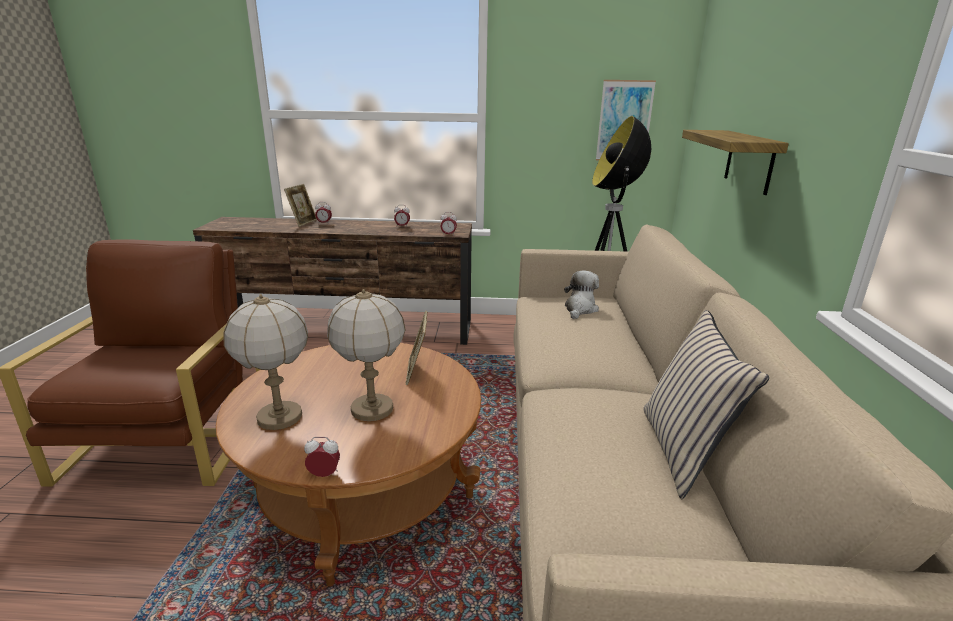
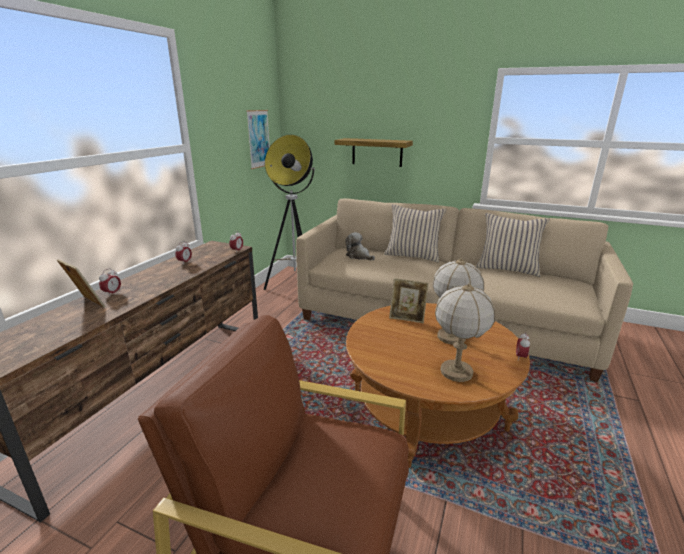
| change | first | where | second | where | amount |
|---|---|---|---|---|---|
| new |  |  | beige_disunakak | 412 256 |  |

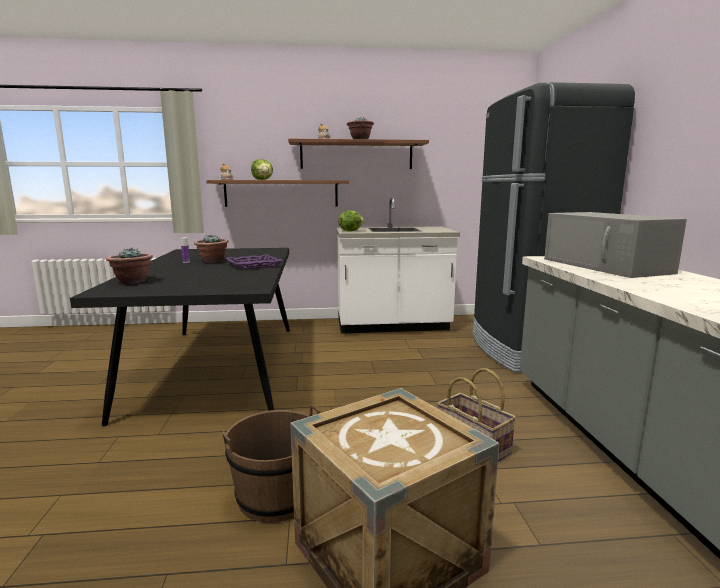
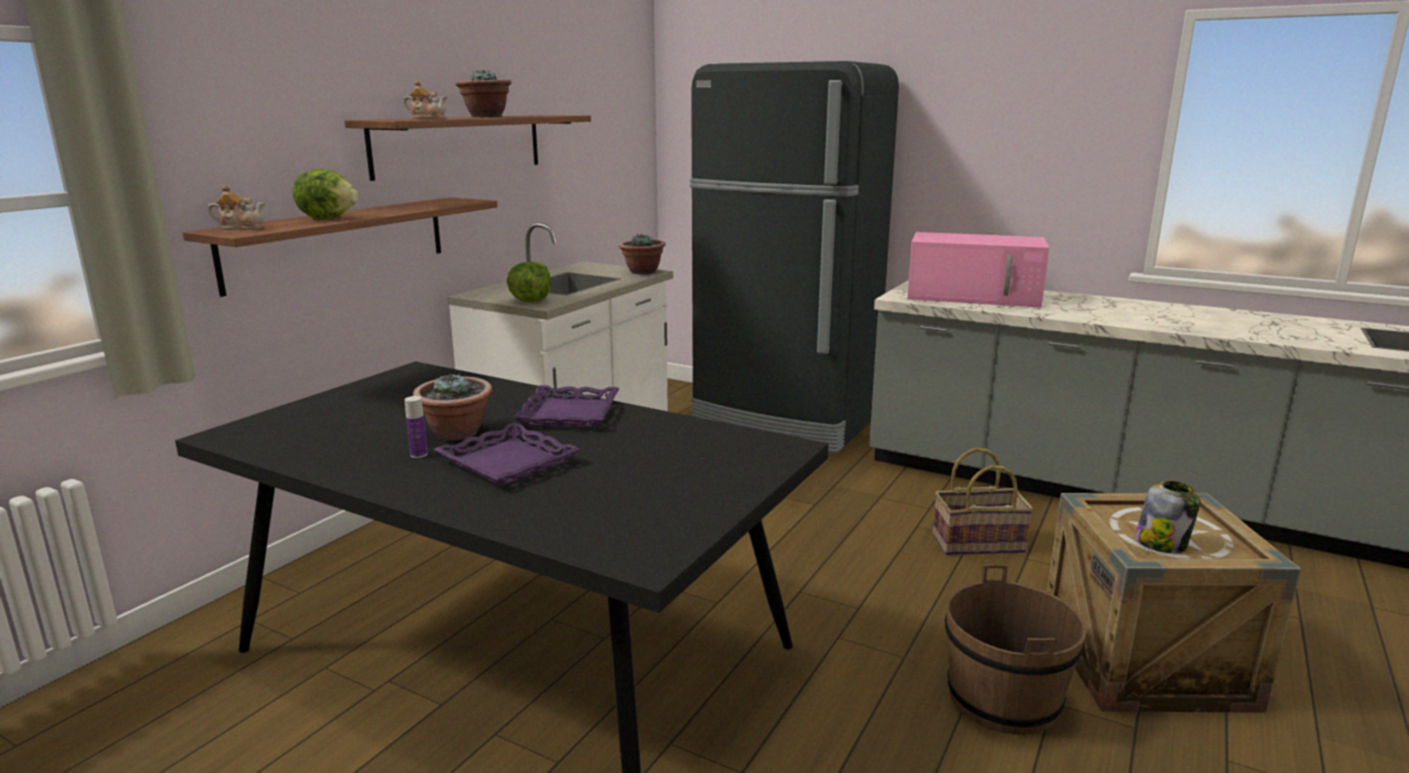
| change | first | where | second | where | amount |
|---|---|---|---|---|---|
| shifted | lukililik | 132 281 |  | 642 272 |  |
| repainted | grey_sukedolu | 606 266 | pink_sukedolu | 975 296 |  |
| new |  |  | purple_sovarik | 507 462 |  |
| new |  |  | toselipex | 1161 543 |  |

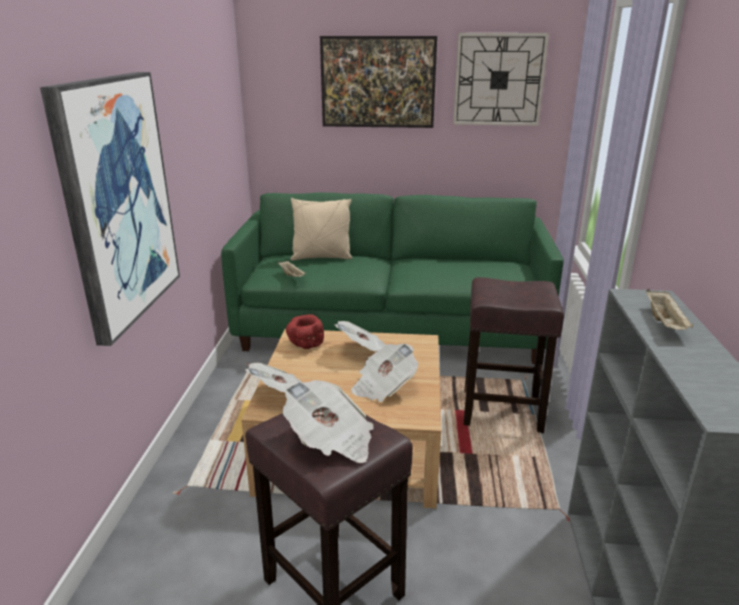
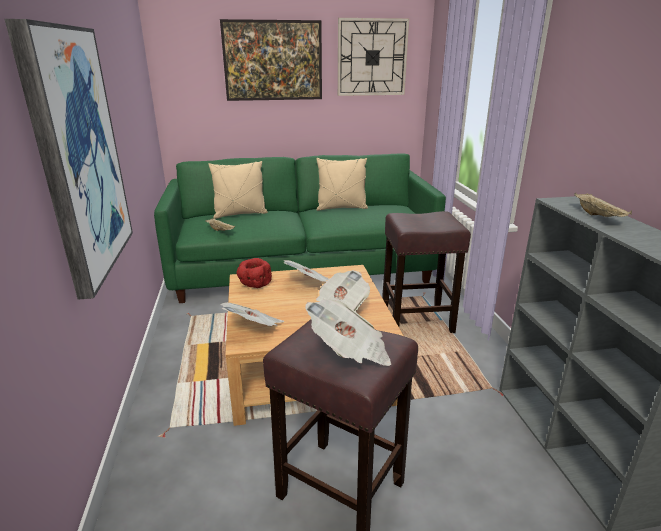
| change | first | where | second | where | amount |
|---|---|---|---|---|---|
| new |  |  | beige_disunakak | 341 208 |  |

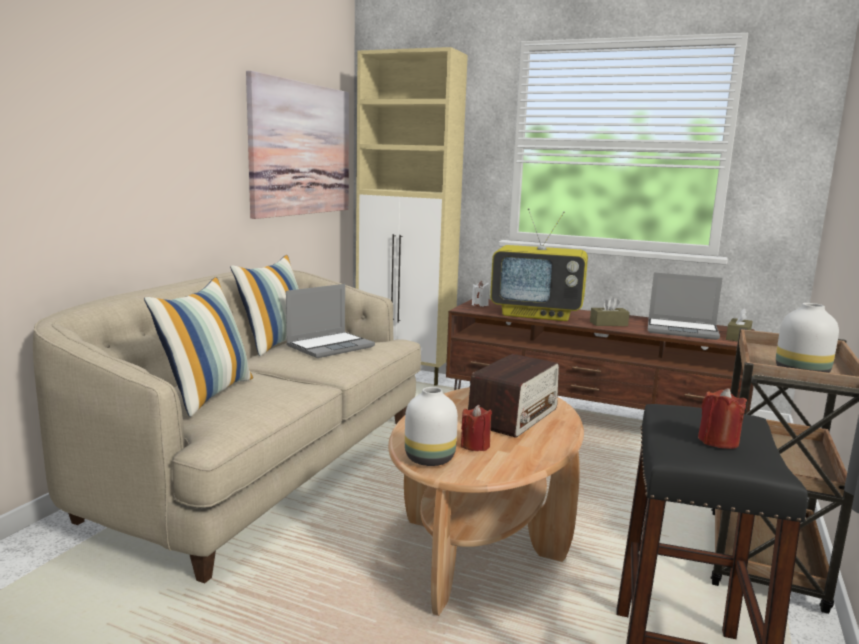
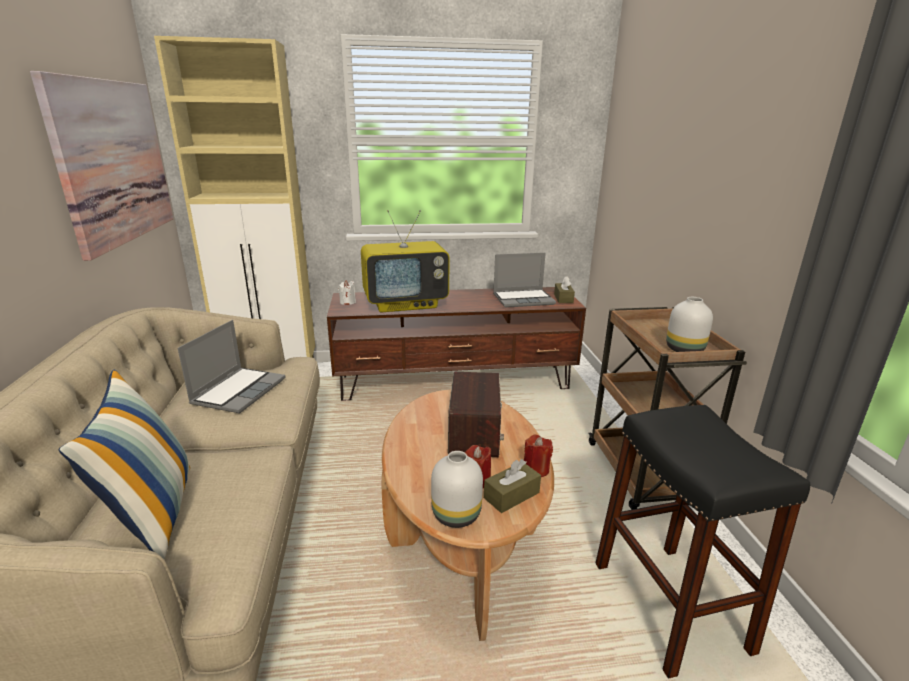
| change | first | where | second | where | amount |
|---|---|---|---|---|---|
| gone | disunakak | 275 343 |  |  |  |
| shifted | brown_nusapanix | 608 324 |  | 511 495 |  |
| shifted | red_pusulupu | 718 441 |  | 536 469 |  |

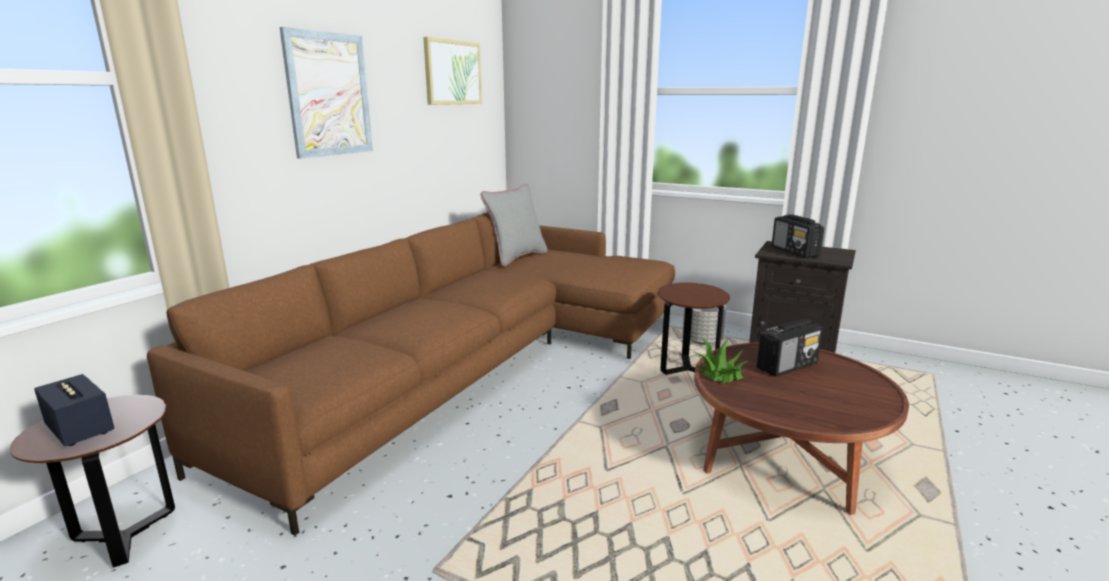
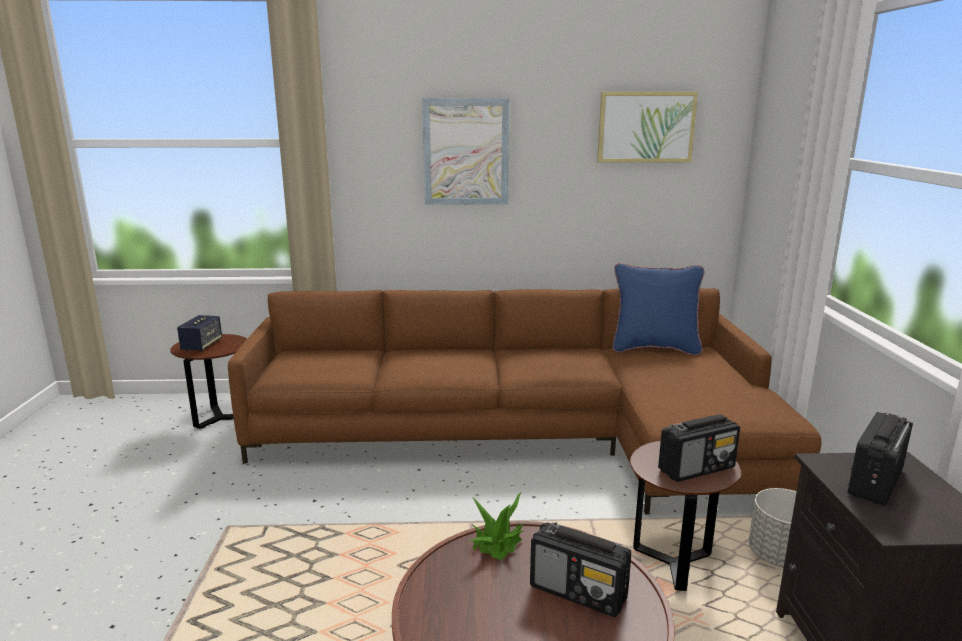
| change | first | where | second | where | amount |
|---|---|---|---|---|---|
| repainted | grey_disunakak | 516 257 | blue_disunakak | 654 348 |  |
| new |  |  | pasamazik | 697 469 |  |

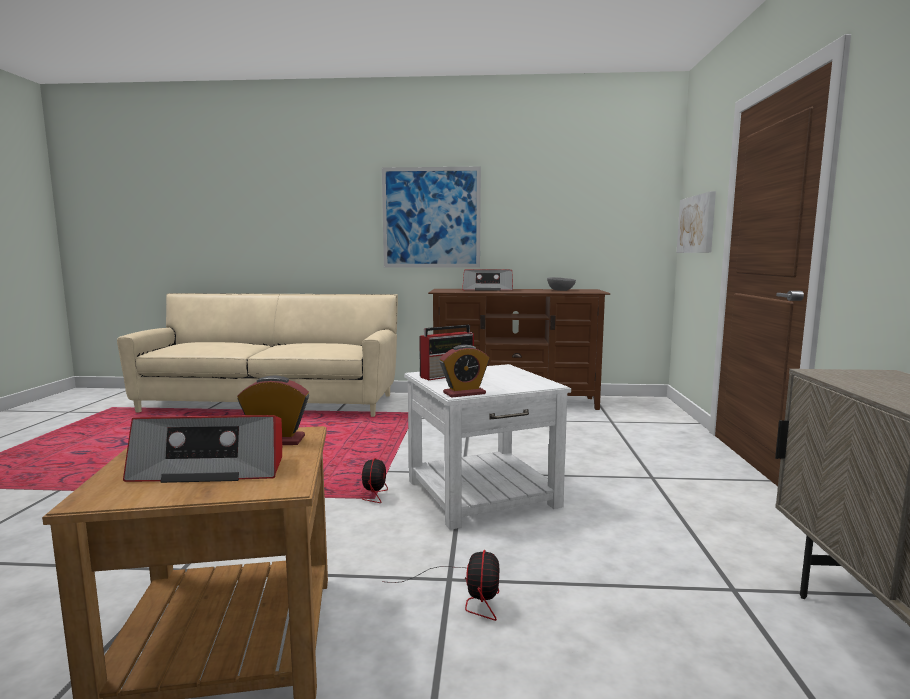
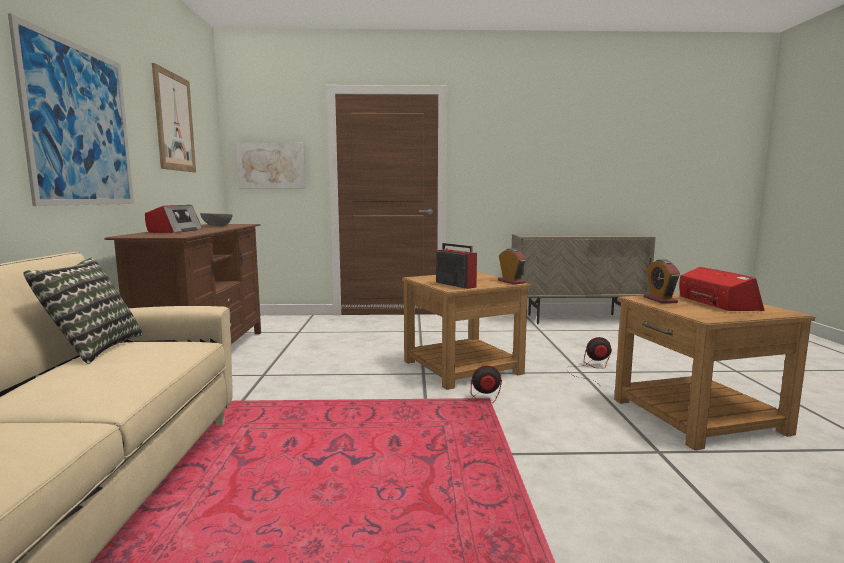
| change | first | where | second | where | amount |
|---|---|---|---|---|---|
| repainted | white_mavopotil | 482 493 | brown_mavopotil | 462 367 |  |
| new |  |  | disunakak | 93 349 |  |
| new |  |  | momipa | 174 122 |  |

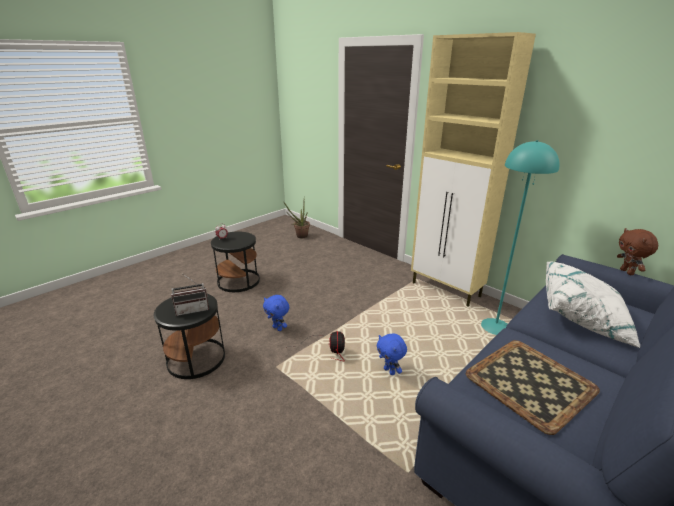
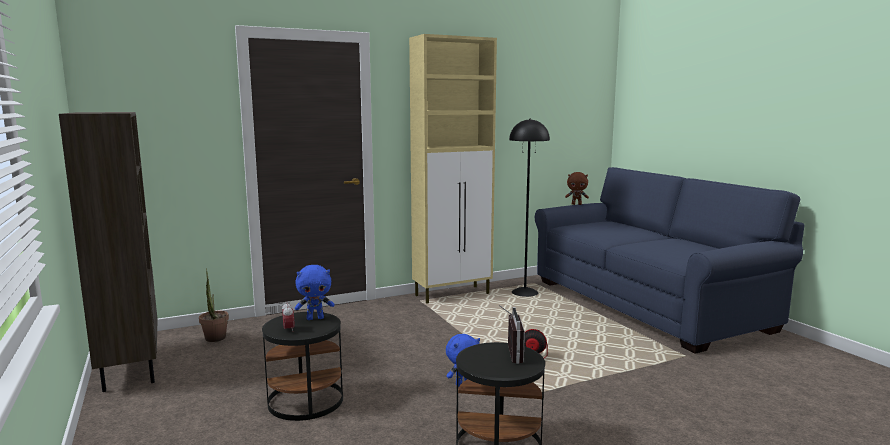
| change | first | where | second | where | amount |
|---|---|---|---|---|---|
| shifted | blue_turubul | 390 371 |  | 315 318 |  |
| gone | sovarik | 530 383 |  |  |  |
| repainted | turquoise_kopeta | 495 327 | black_kopeta | 525 292 |  |
| gone | white_disunakak | 583 318 |  |  |  |
| new |  |  | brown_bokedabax | 129 368 |  |

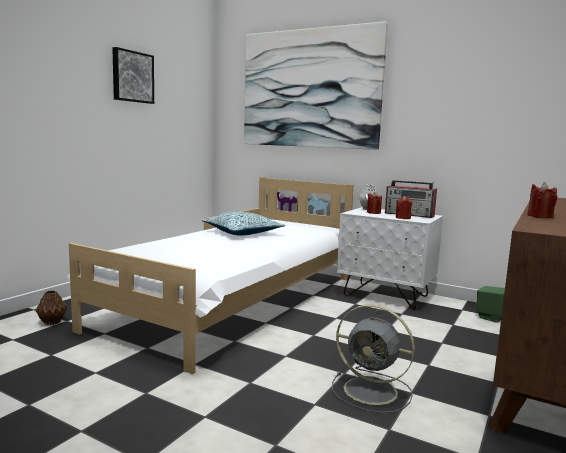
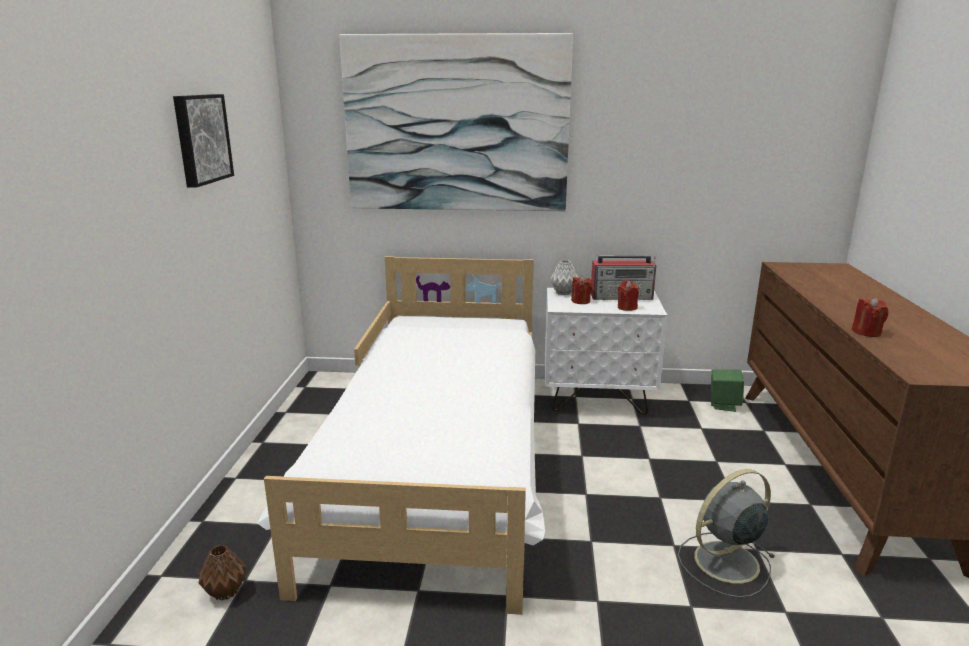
| change | first | where | second | where | amount |
|---|---|---|---|---|---|
| gone | disunakak | 242 233 |  |  |  |
| rotated | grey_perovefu | 373 391 |  | 724 562 | 150 degrees clockwise |

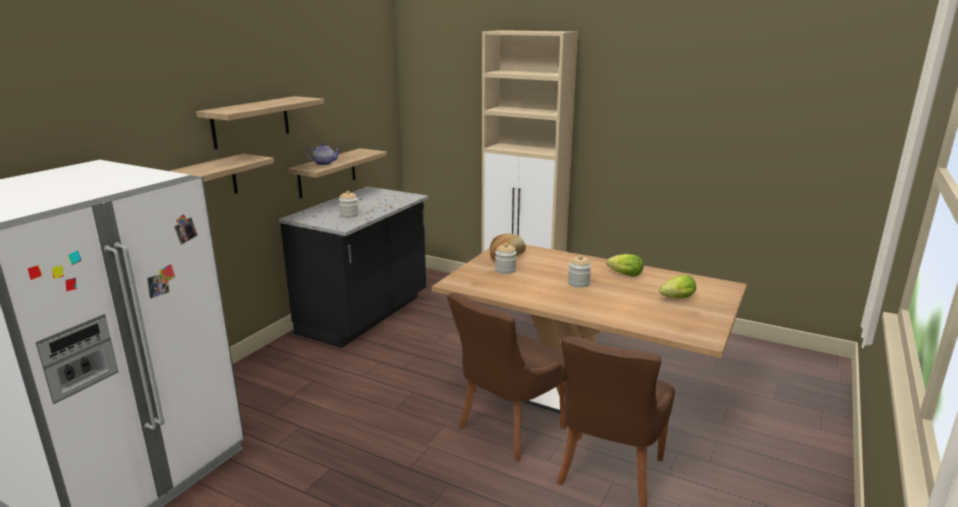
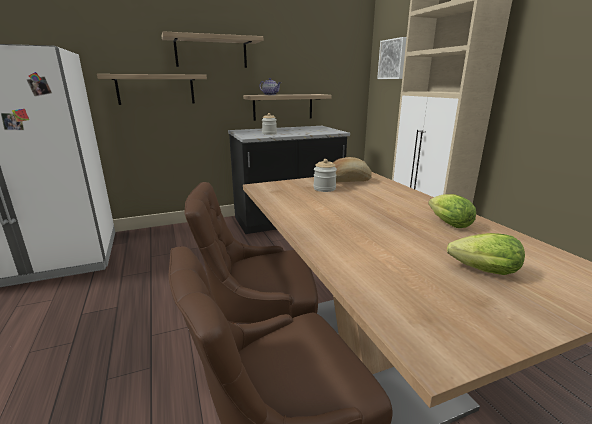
| change | first | where | second | where | amount |
|---|---|---|---|---|---|
| gone | toselipex | 578 283 |  |  |  |
| new |  |  | momipa | 393 59 |  |

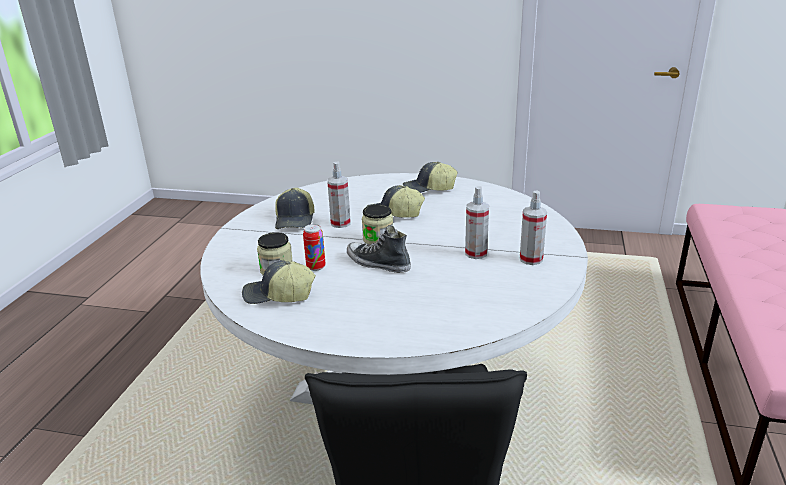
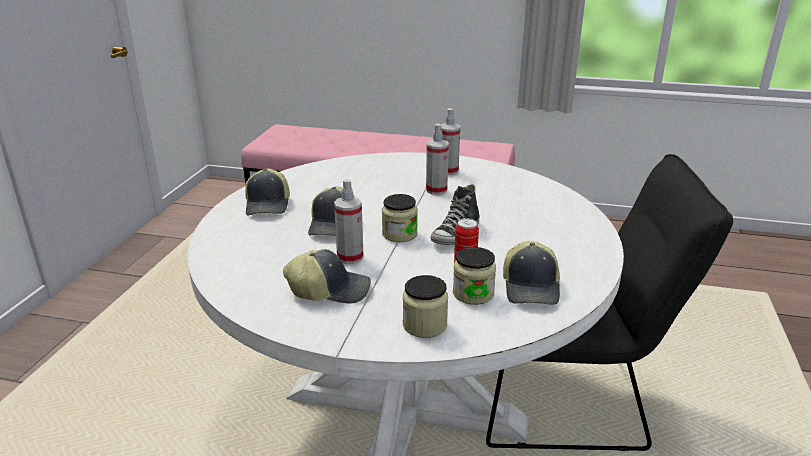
| change | first | where | second | where | amount |
|---|---|---|---|---|---|
| new |  |  | toselipex | 424 325 |  |

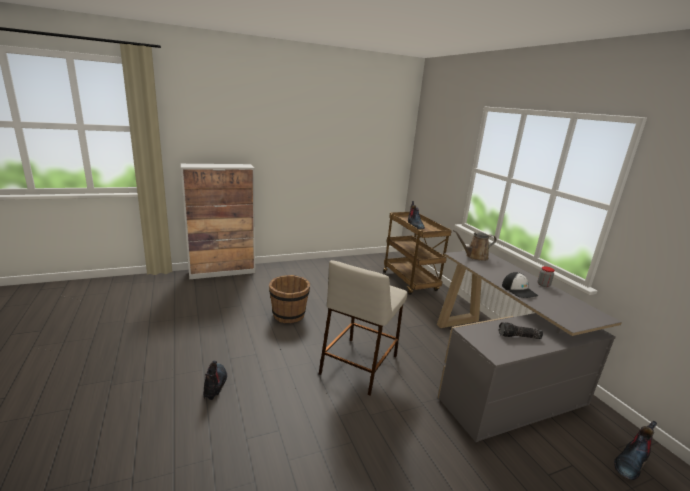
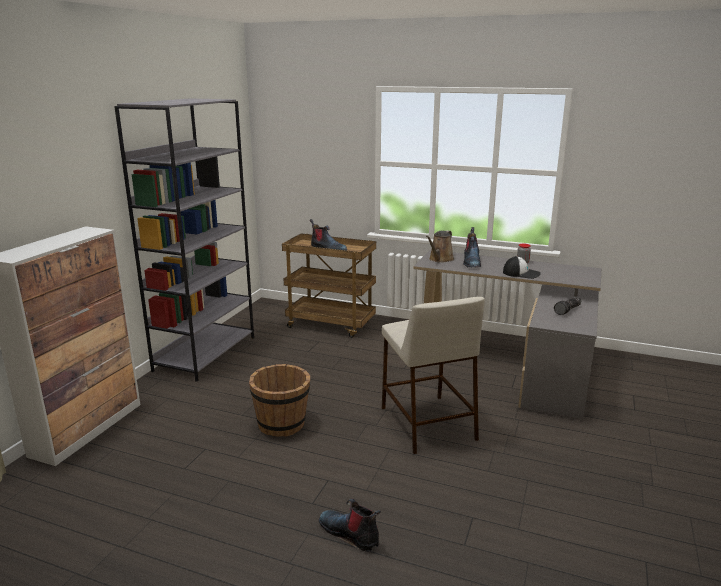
| change | first | where | second | where | amount |
|---|---|---|---|---|---|
| shifted | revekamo | 631 462 |  | 471 262 |  |
| new |  |  | grey_bokedabax | 205 353 |  |

